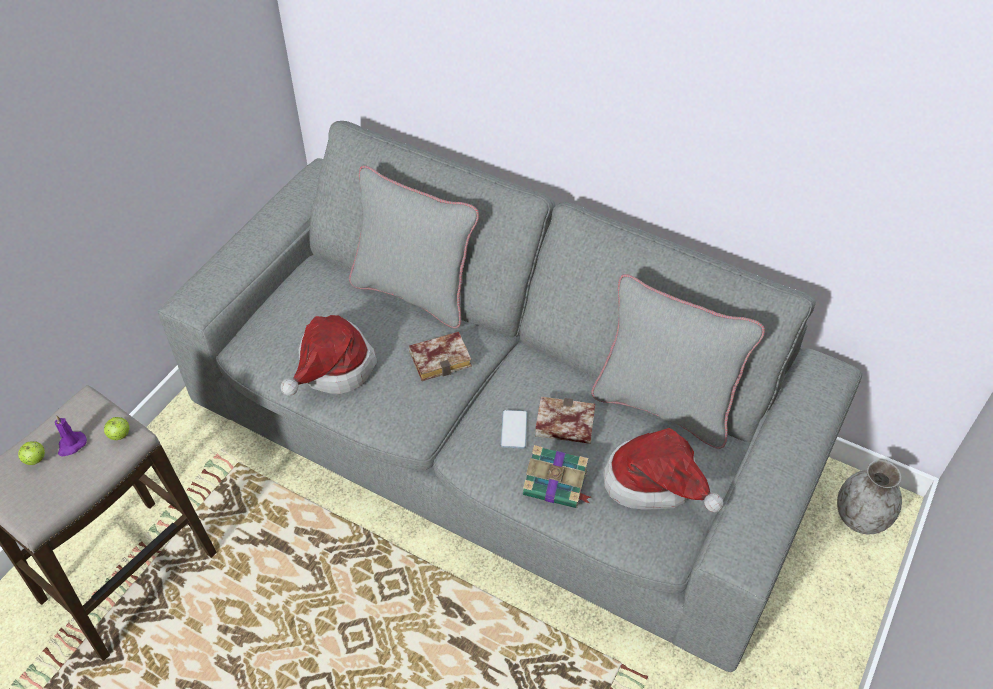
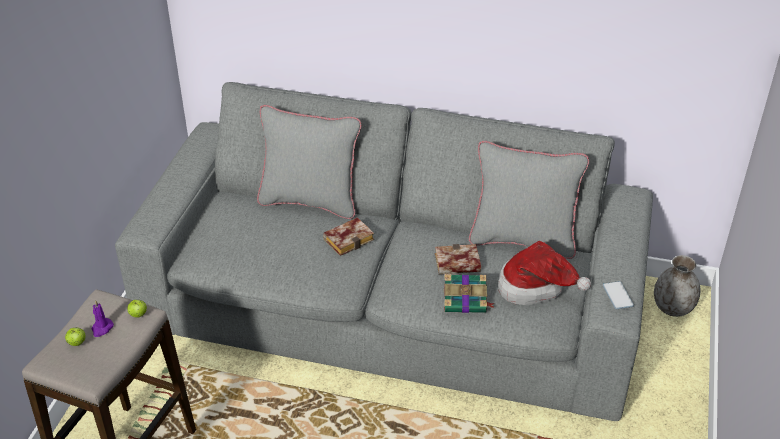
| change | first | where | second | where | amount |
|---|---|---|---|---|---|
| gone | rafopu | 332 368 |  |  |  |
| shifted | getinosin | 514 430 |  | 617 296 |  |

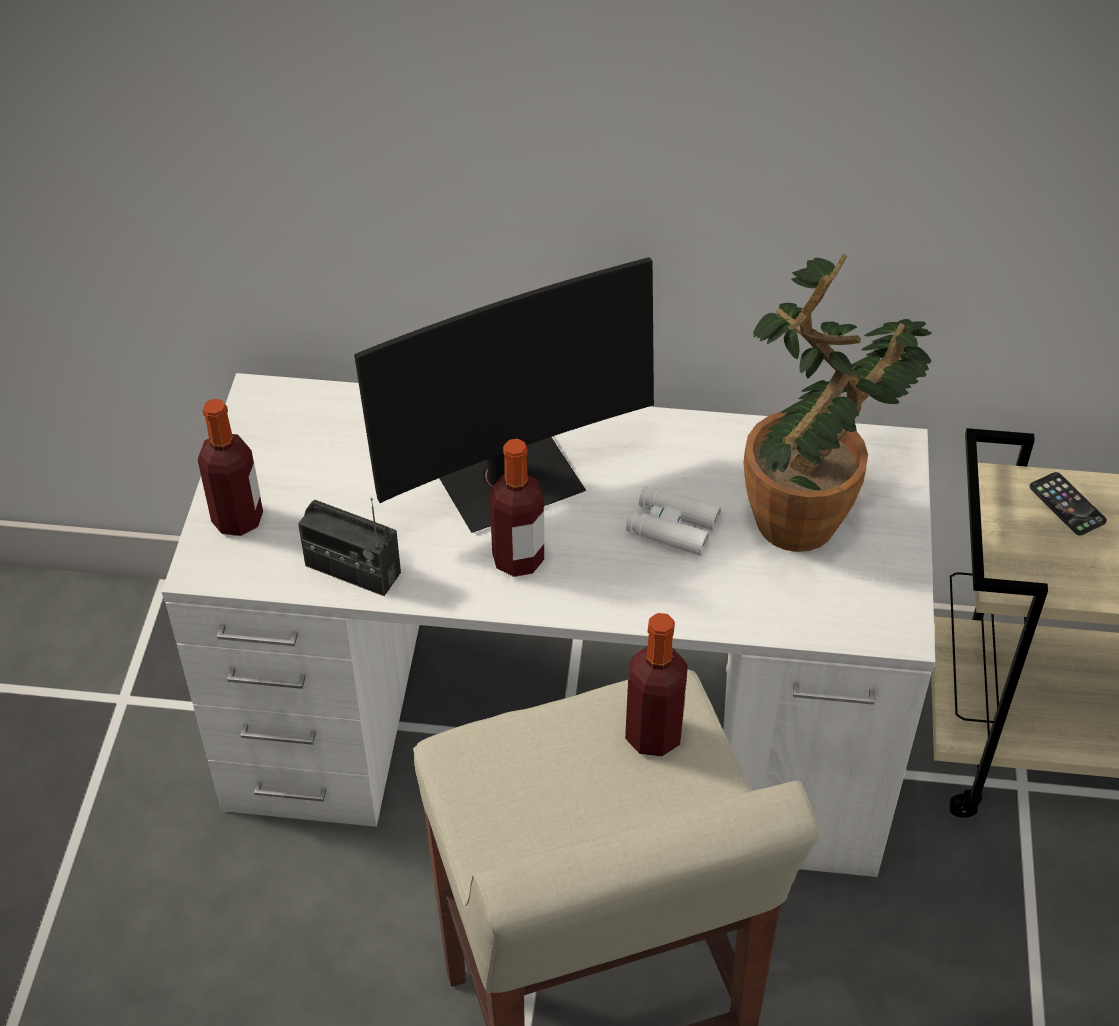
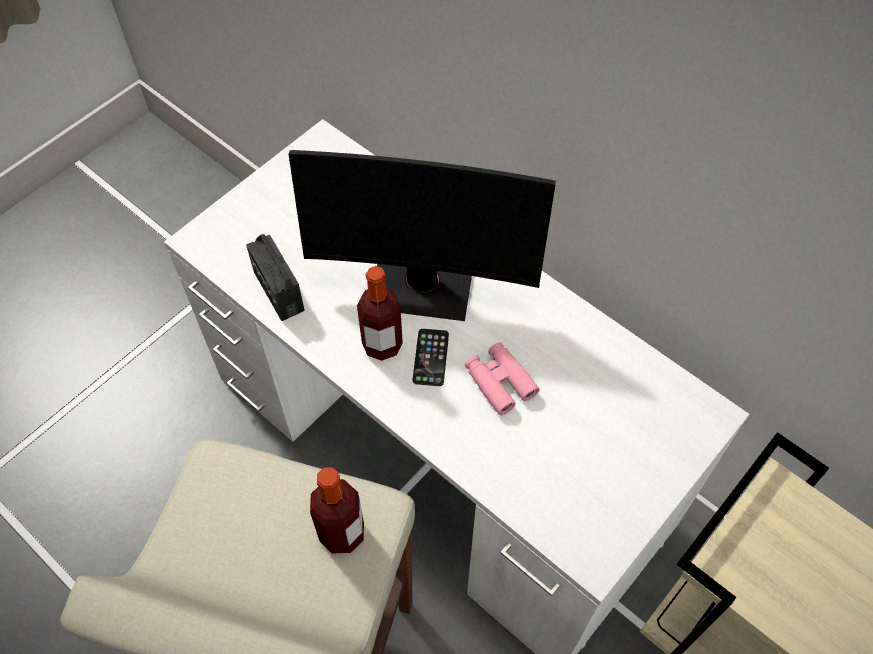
| change | first | where | second | where | amount |
|---|---|---|---|---|---|
| gone | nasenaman | 238 519 |  |  |  |
| repainted | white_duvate | 672 527 | pink_duvate | 500 382 |  |
| gone | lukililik | 813 513 |  |  |  |
| shifted | getinosin | 1067 504 |  | 430 357 |  |

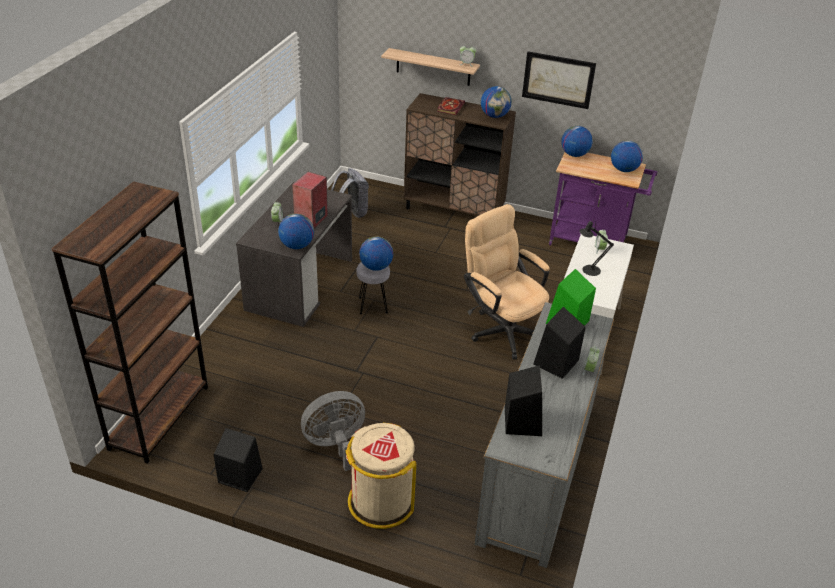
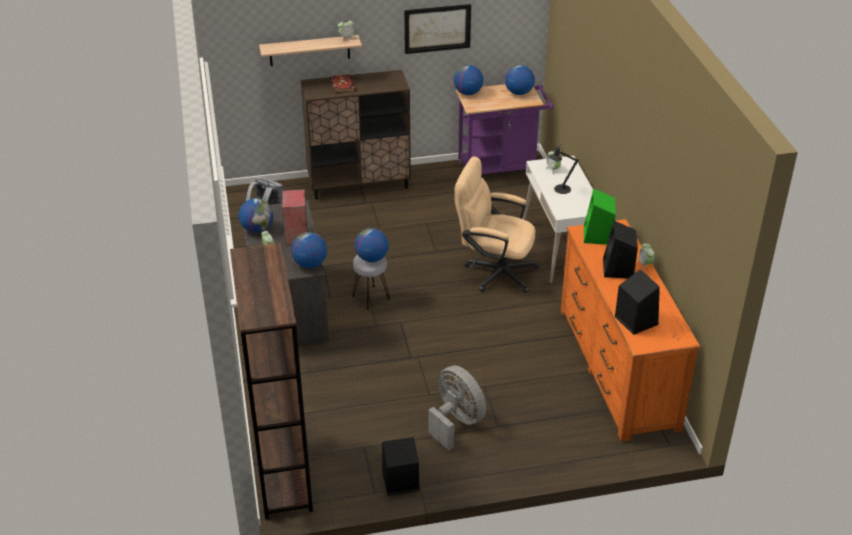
| change | first | where | second | where | amount |
|---|---|---|---|---|---|
| rotated | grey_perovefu | 339 447 |  | 456 422 | 105 degrees clockwise |
| gone | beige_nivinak | 380 501 |  |  |  |
| repainted | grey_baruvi | 538 470 | orange_baruvi | 617 368 |  |
| shifted | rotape | 494 116 |  | 257 229 |  |

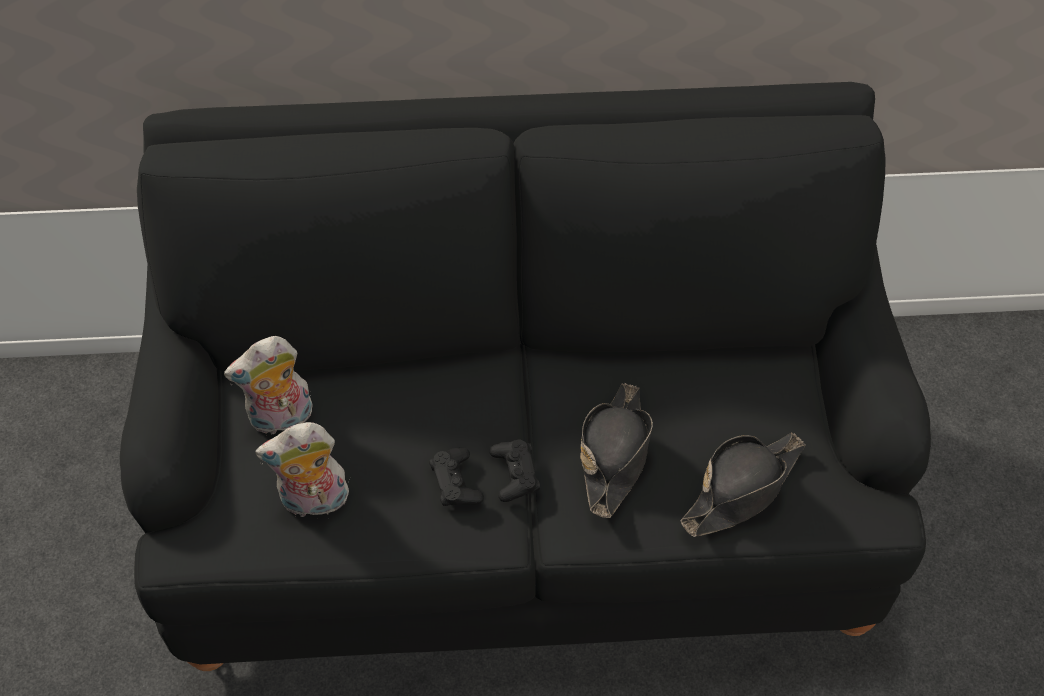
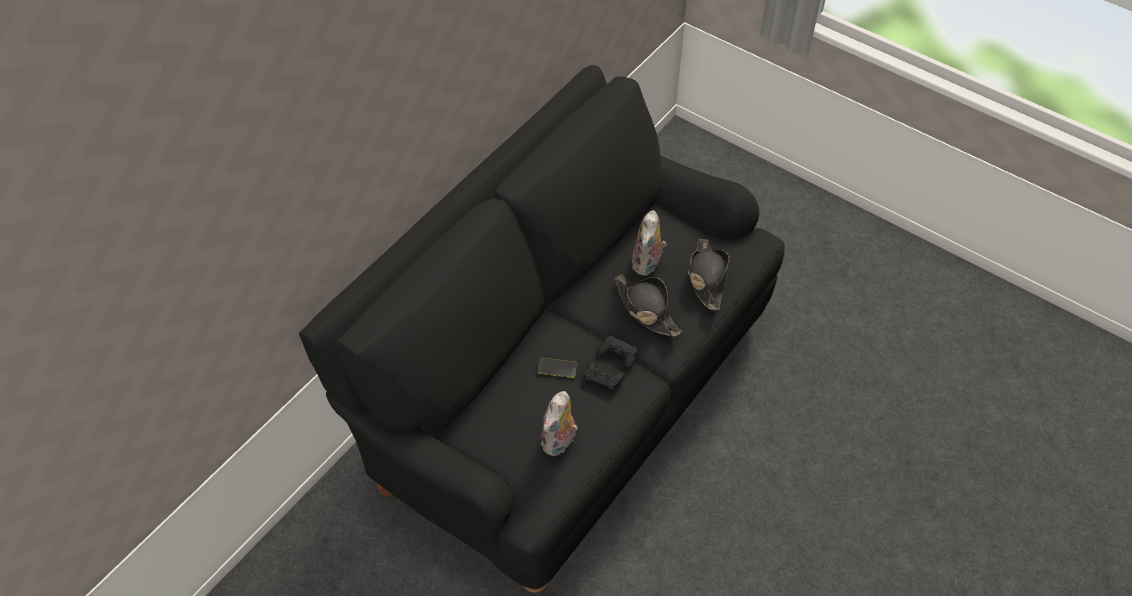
| change | first | where | second | where | amount |
|---|---|---|---|---|---|
| shifted | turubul | 280 420 |  | 648 264 |  |
| new |  |  | getinosin | 557 368 |  |

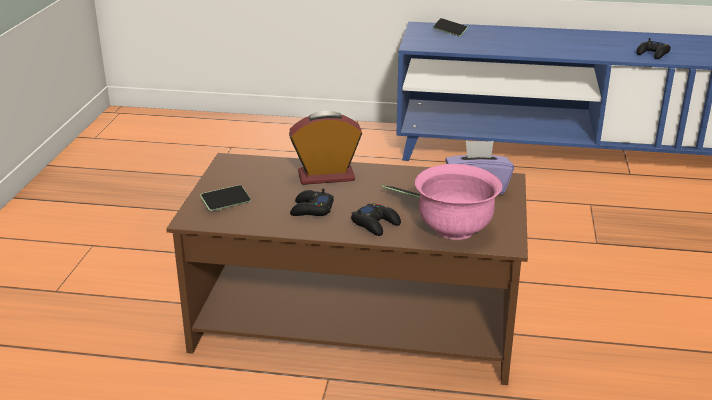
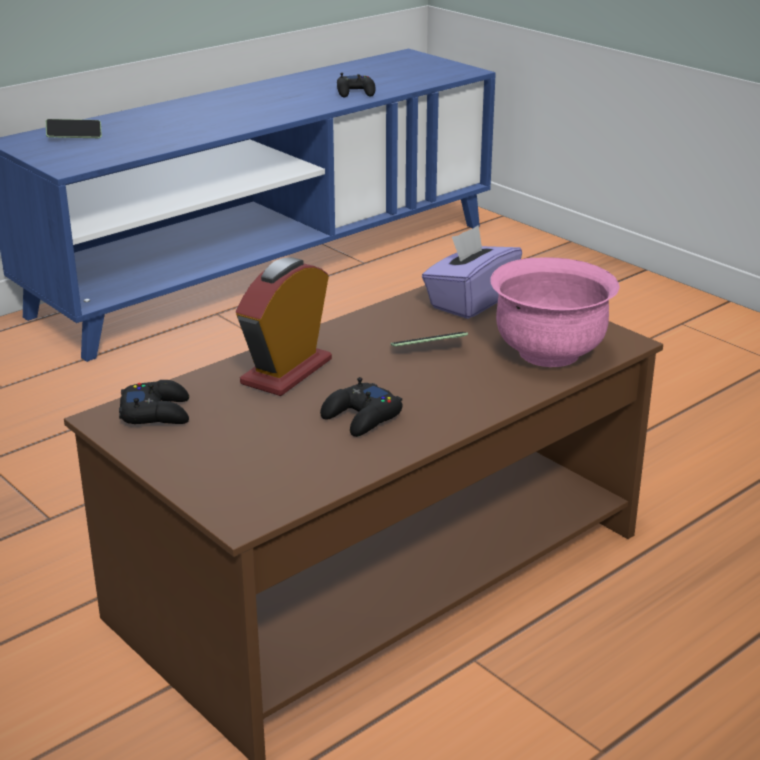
| change | first | where | second | where | amount |
|---|---|---|---|---|---|
| gone | getinosin | 226 204 |  |  |  |
| shifted | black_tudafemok | 376 224 |  | 156 412 |  |

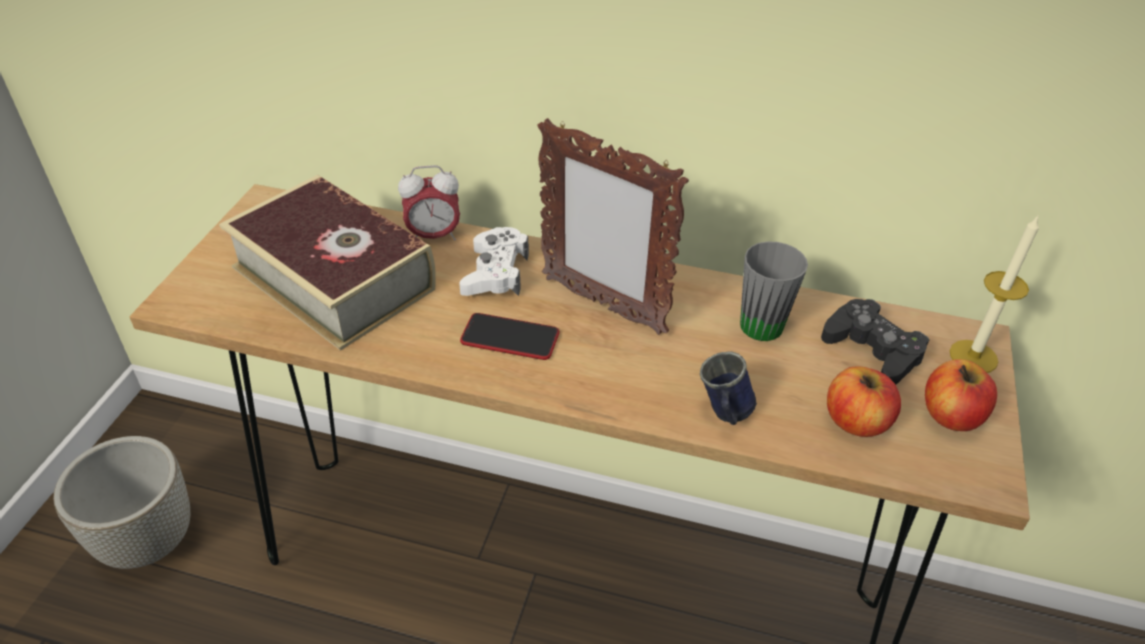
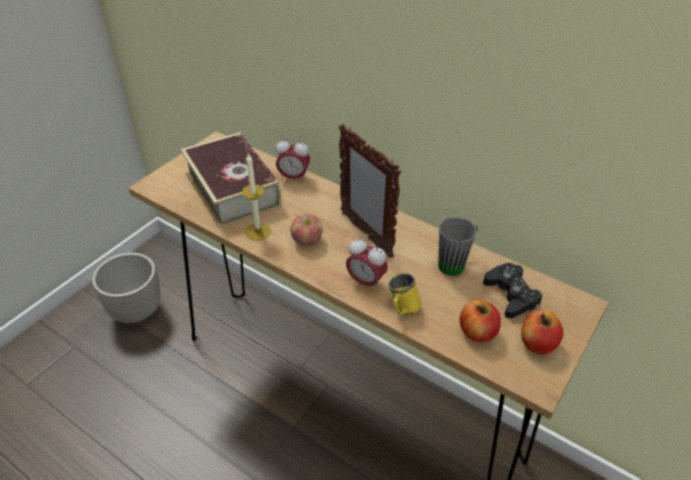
| change | first | where | second | where | amount |
|---|---|---|---|---|---|
| gone | white_tudafemok | 495 272 |  |  |  |
| swapped | getinosin | 510 338 | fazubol | 307 241 |  |
| repainted | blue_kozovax | 724 415 | yellow_kozovax | 402 310 |  |
| shifted | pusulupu | 973 356 |  | 258 231 |  |
| new |  |  | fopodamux | 365 281 |  |

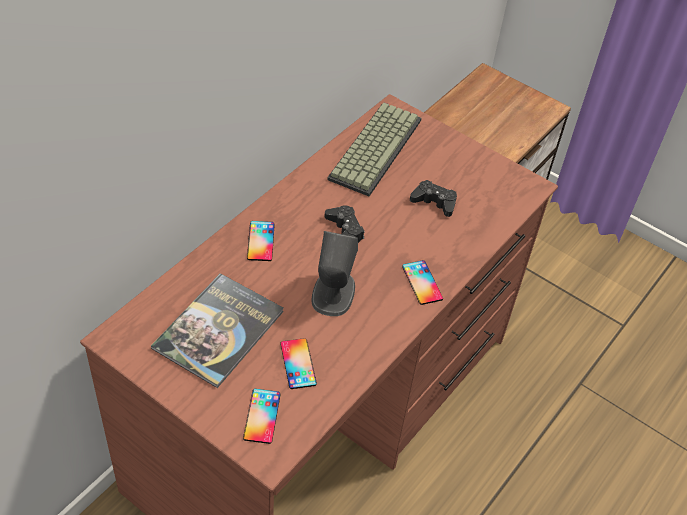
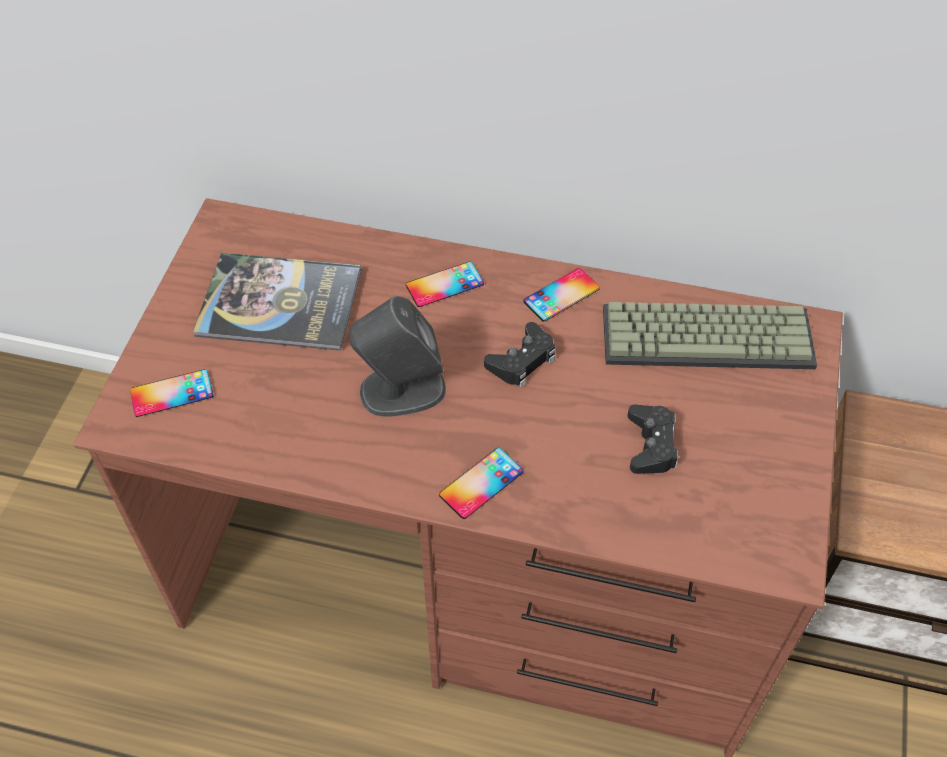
| change | first | where | second | where | amount |
|---|---|---|---|---|---|
| shifted | getinosin | 298 363 |  | 561 295 |  |

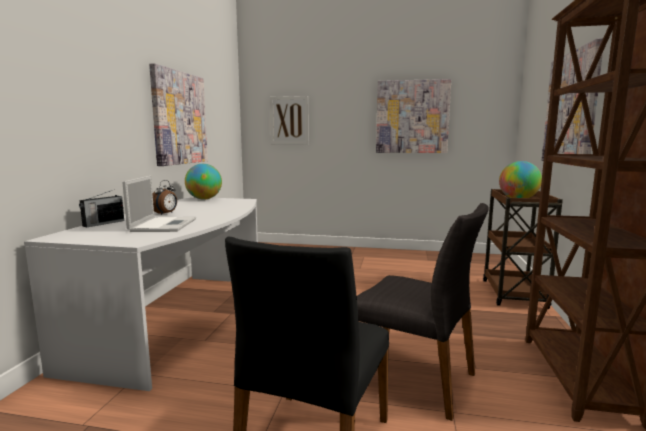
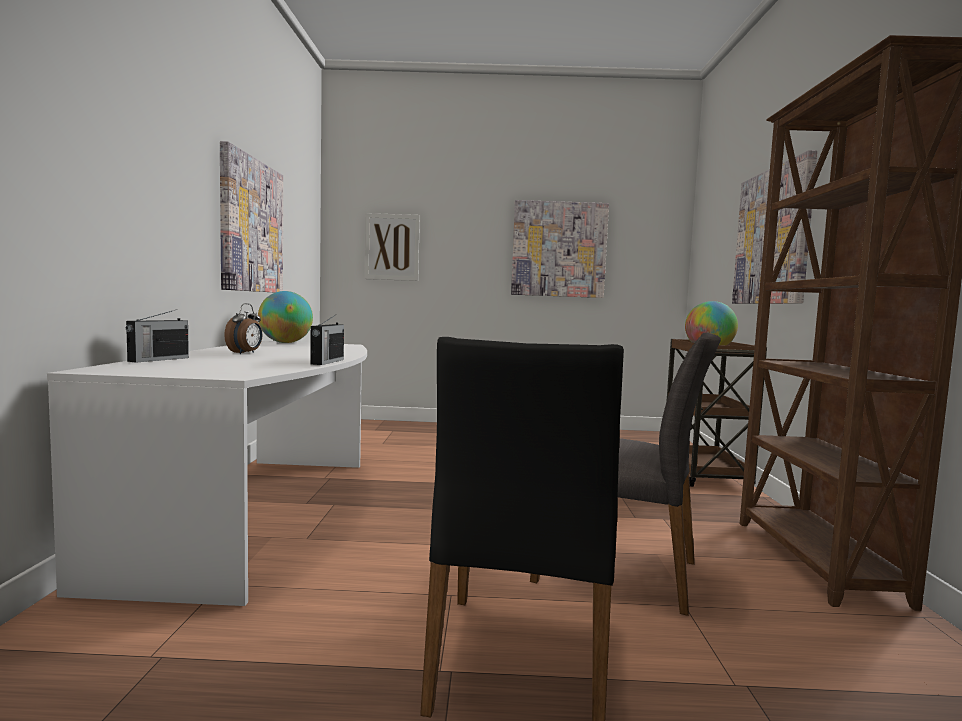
| change | first | where | second | where | amount |
|---|---|---|---|---|---|
| gone | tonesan | 164 225 |  |  |  |
| new |  |  | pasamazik | 327 362 |  |

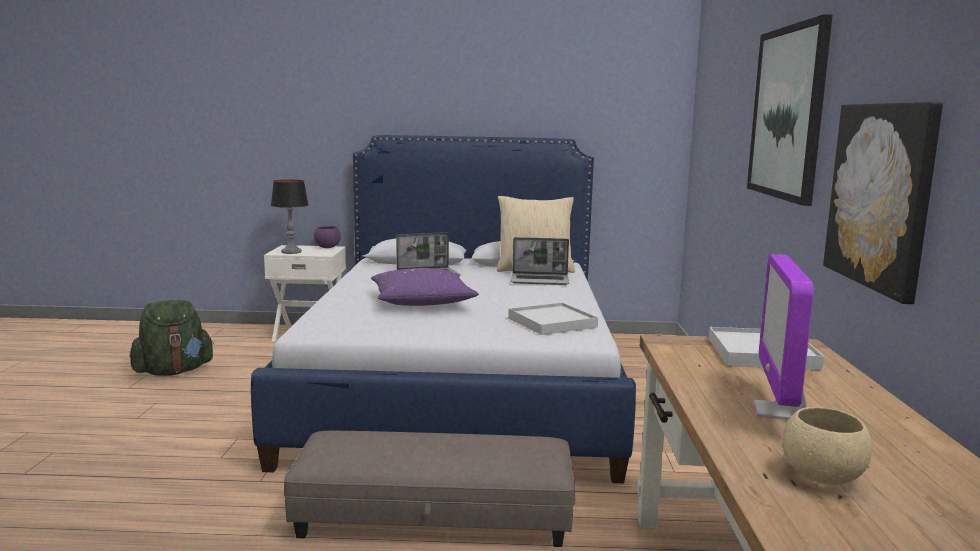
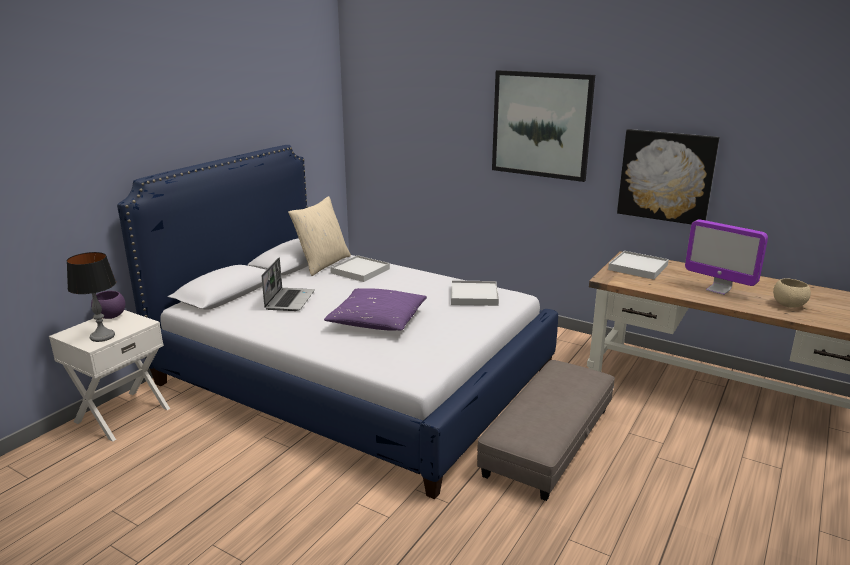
| change | first | where | second | where | amount |
|---|---|---|---|---|---|
| gone | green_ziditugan | 173 372 |  |  |  |
| swapped | tonesan | 540 280 | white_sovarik | 360 271 |  |

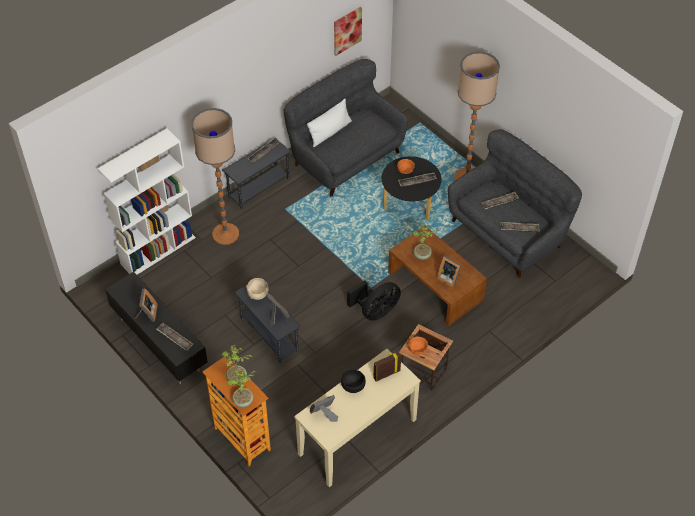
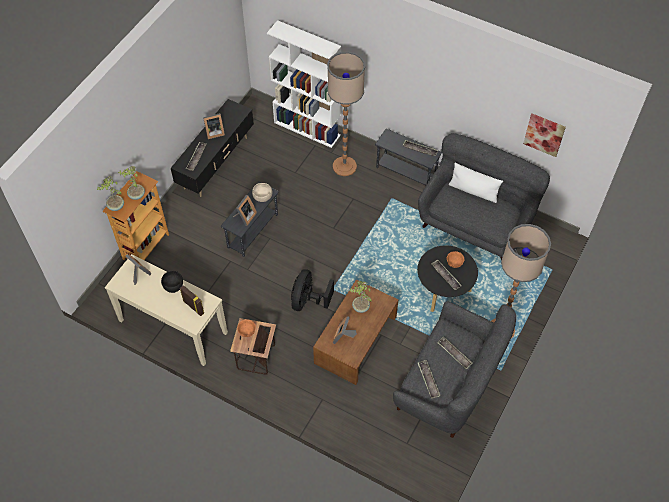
| change | first | where | second | where | amount |
|---|---|---|---|---|---|
| rotated | black_perovefu | 375 311 |  | 308 301 | 75 degrees clockwise |

